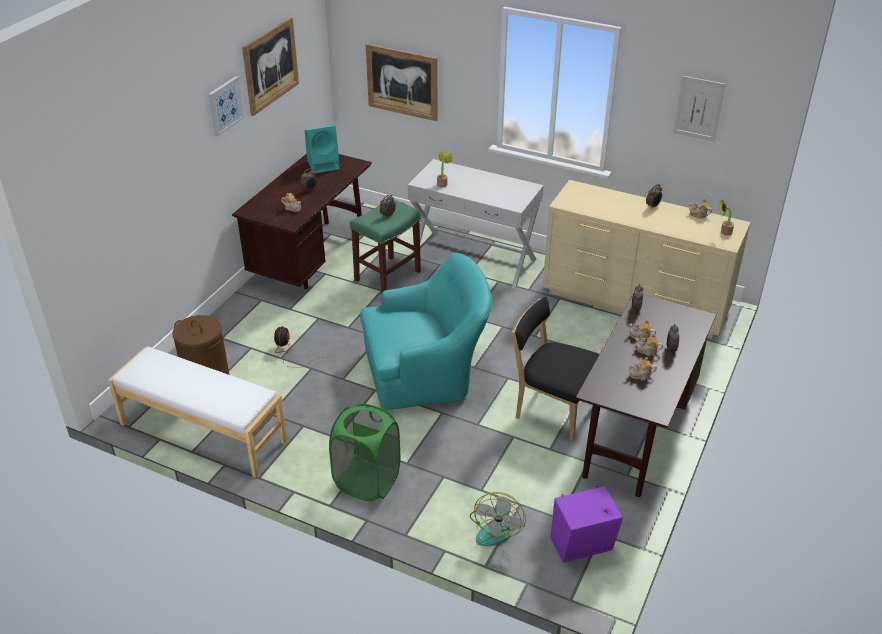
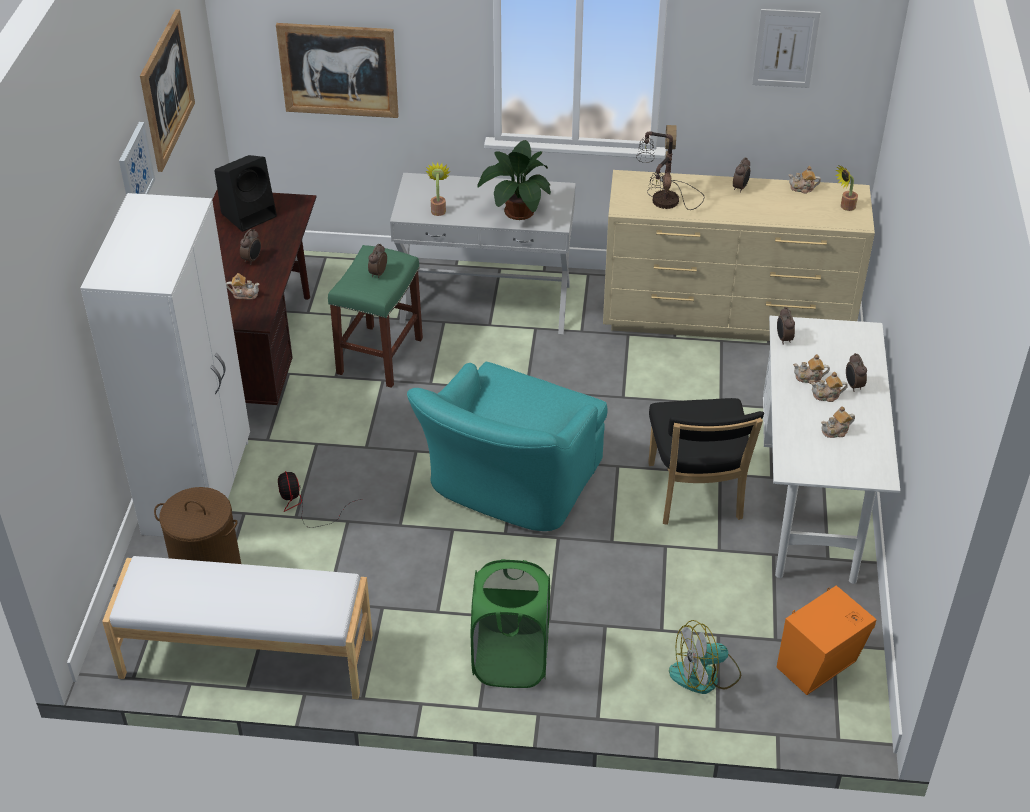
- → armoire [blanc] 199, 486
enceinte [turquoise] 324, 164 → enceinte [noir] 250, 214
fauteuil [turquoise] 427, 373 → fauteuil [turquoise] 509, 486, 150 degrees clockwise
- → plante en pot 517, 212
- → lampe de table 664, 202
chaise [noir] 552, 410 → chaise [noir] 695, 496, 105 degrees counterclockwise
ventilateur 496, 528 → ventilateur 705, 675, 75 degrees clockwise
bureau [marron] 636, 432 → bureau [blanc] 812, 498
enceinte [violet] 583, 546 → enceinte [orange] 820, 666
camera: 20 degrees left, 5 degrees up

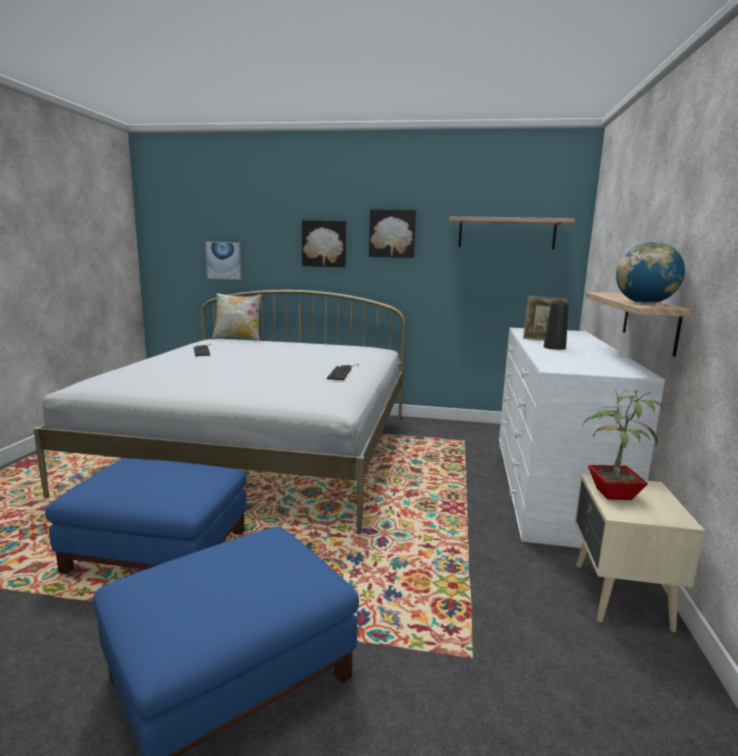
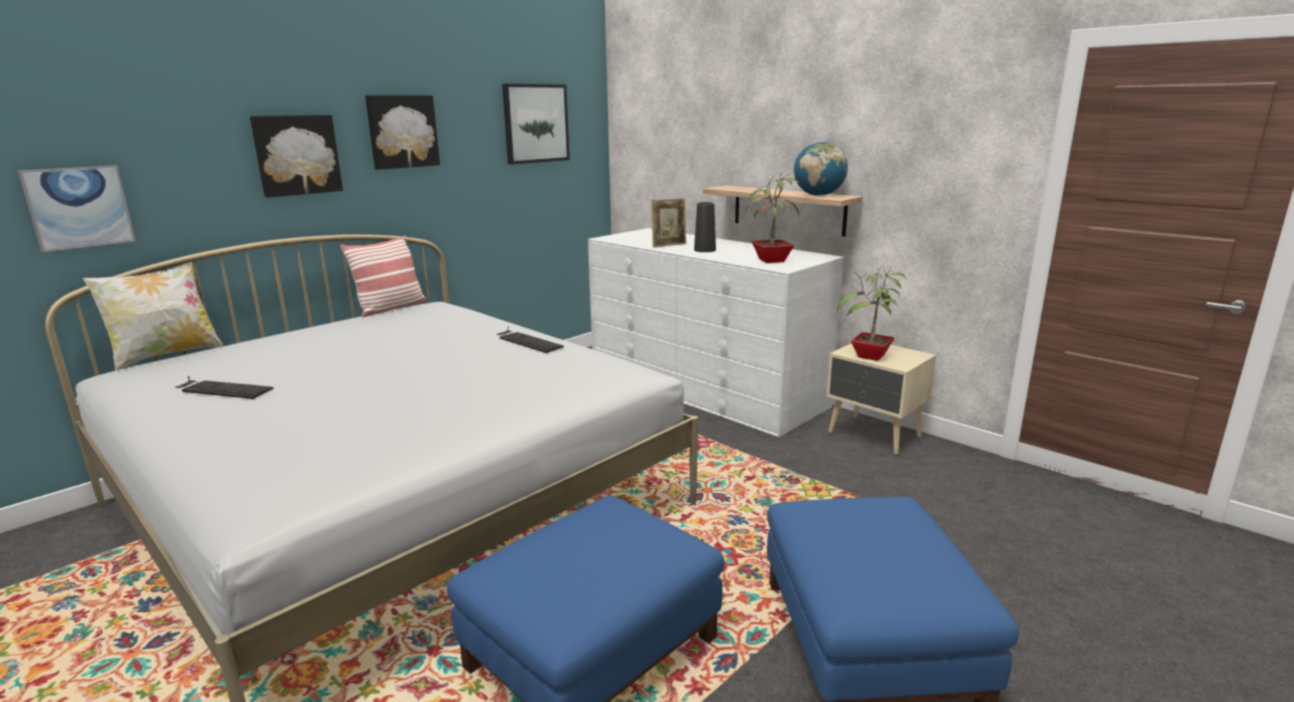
- → coussin 390, 308
étagère 506, 233 → tableau 535, 123
- → plante en pot 769, 261
camera: 55 degrees left, 5 degrees up

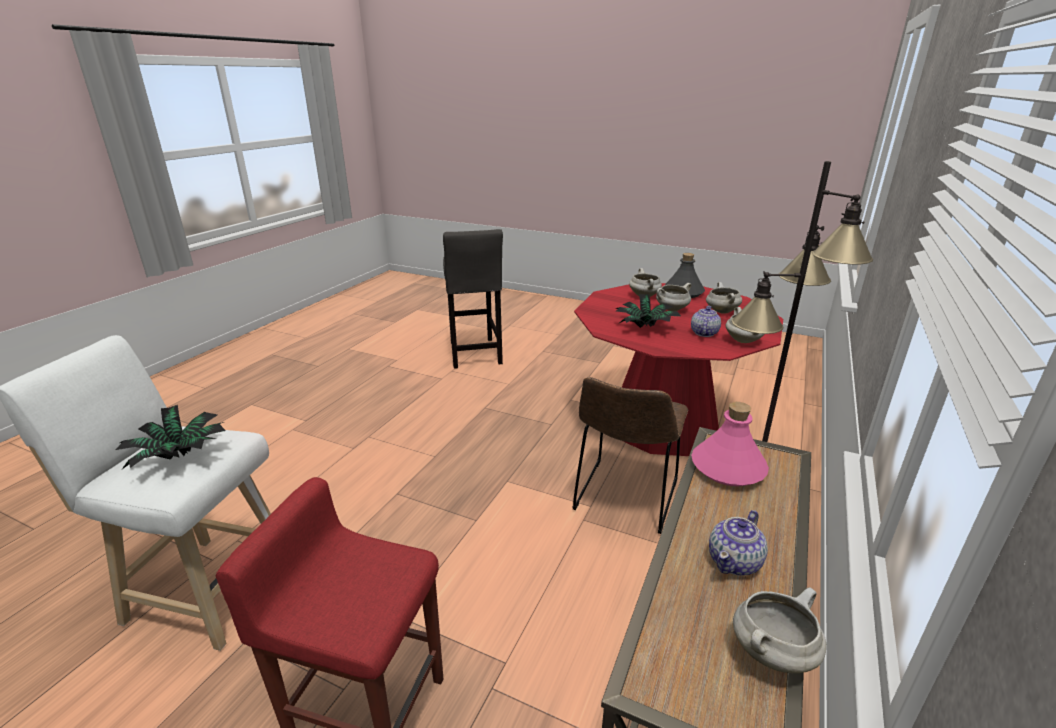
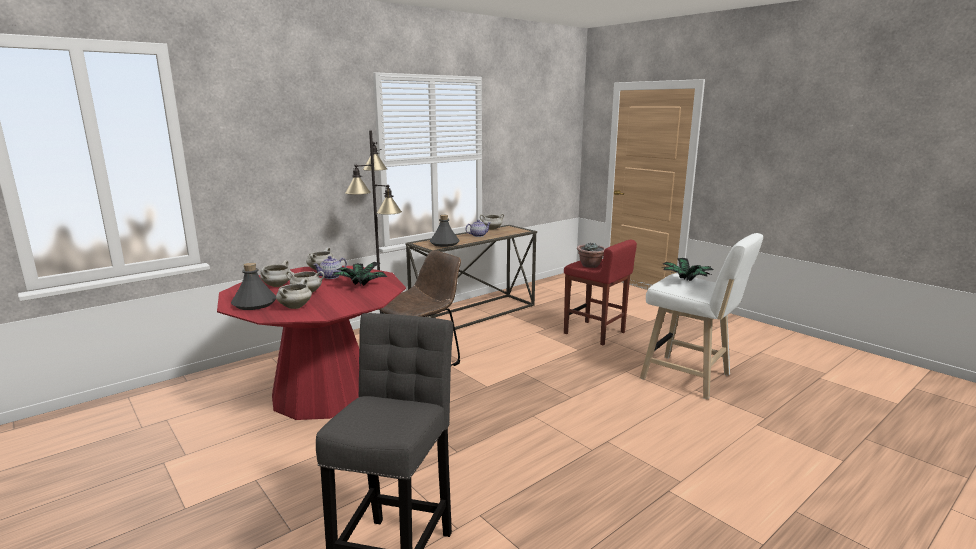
bouteille [rose] 728, 468 → bouteille [gris] 444, 243
- → plante en pot 590, 265
camera: 155 degrees left, 10 degrees down

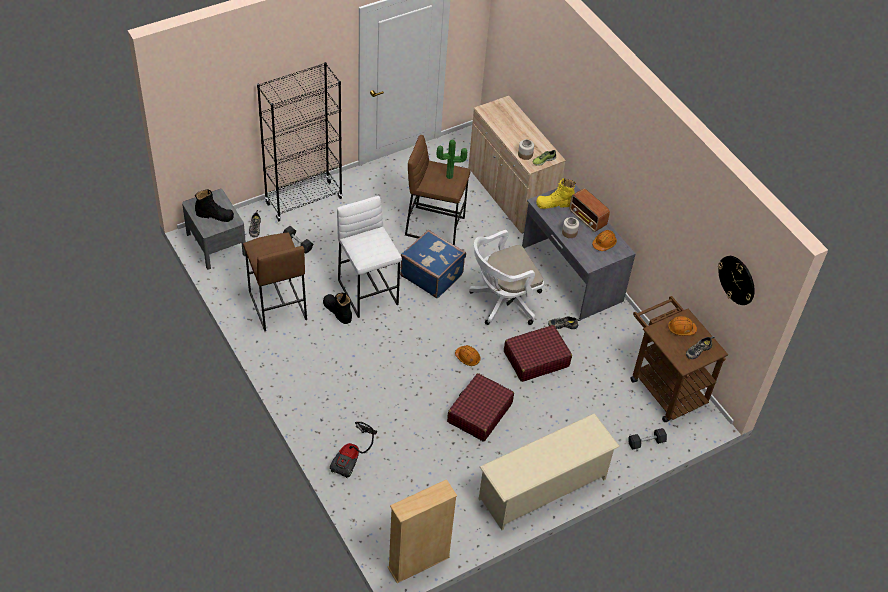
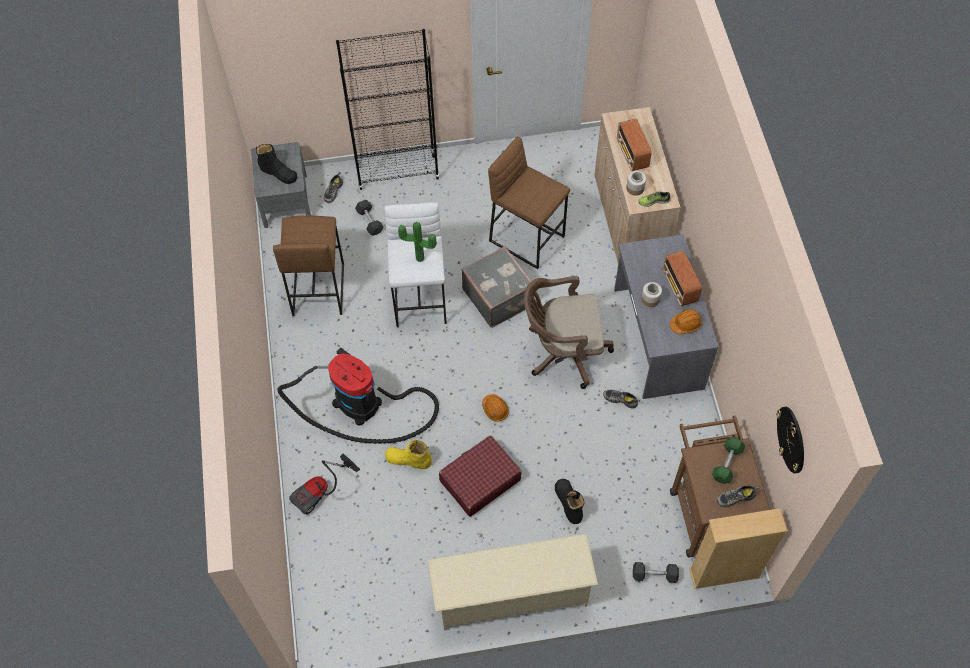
- → aspirateur 362, 405
botte [jaune] 554, 203 → botte [jaune] 408, 459, relocated
plante en pot 450, 177 → plante en pot 419, 260, relocated
valise [bleu] 432, 274 → valise [gris] 498, 297
chaise de bureau [blanc] 502, 302 → chaise de bureau [marron] 563, 352
botte [noir] 337, 311 → botte [noir] 568, 502, relocated
- → radio 632, 155
bibliothèque [beige] 418, 562 → bibliothèque [beige] 724, 573, relocated
casque de chantier [orange] 681, 329 → haltère [vert] 727, 463
valise [rouge] 536, 359 → -
camera: 25 degrees right, 10 degrees up

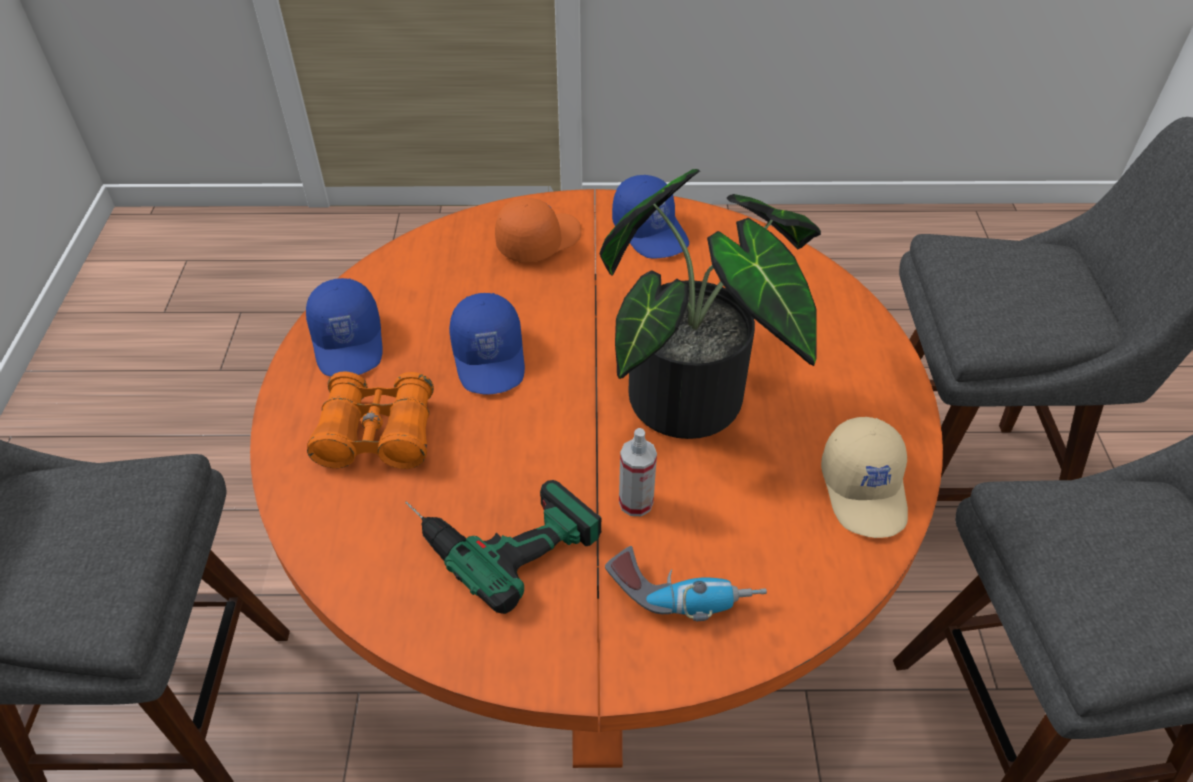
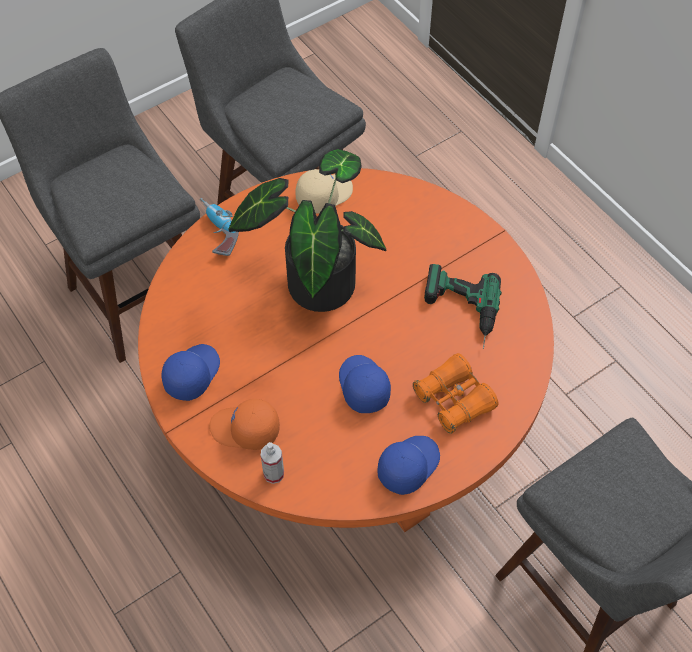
perceuse 683, 592 → perceuse 216, 232, relocated
vaporisateur 636, 502 → vaporisateur 274, 474, relocated
casquette [bleu] 490, 358 → casquette [bleu] 362, 386, 60 degrees counterclockwise
camera: 125 degrees left, 10 degrees up

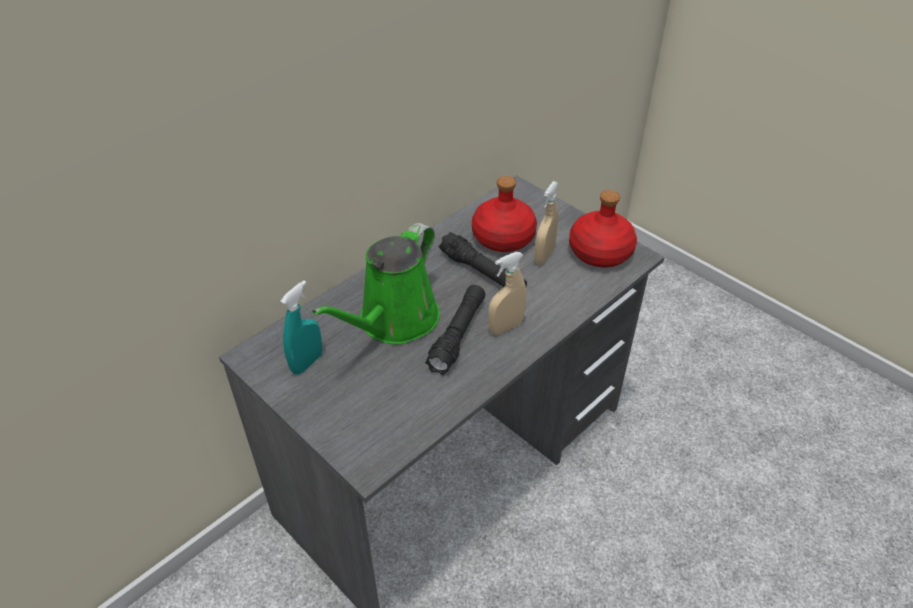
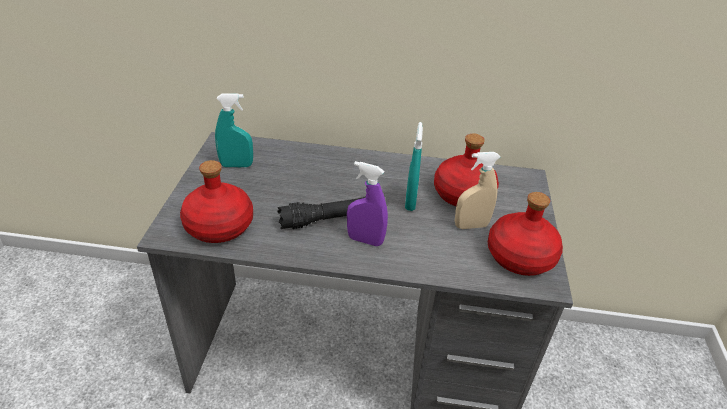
- → bouteille [rouge] 219, 225
vaporisateur [beige] 505, 327 → vaporisateur [violet] 365, 240
lampe de poche [noir] 482, 273 → vaporisateur [turquoise] 410, 202
arrosoir [vert] 394, 322 → -
camera: 50 degrees right, 5 degrees down

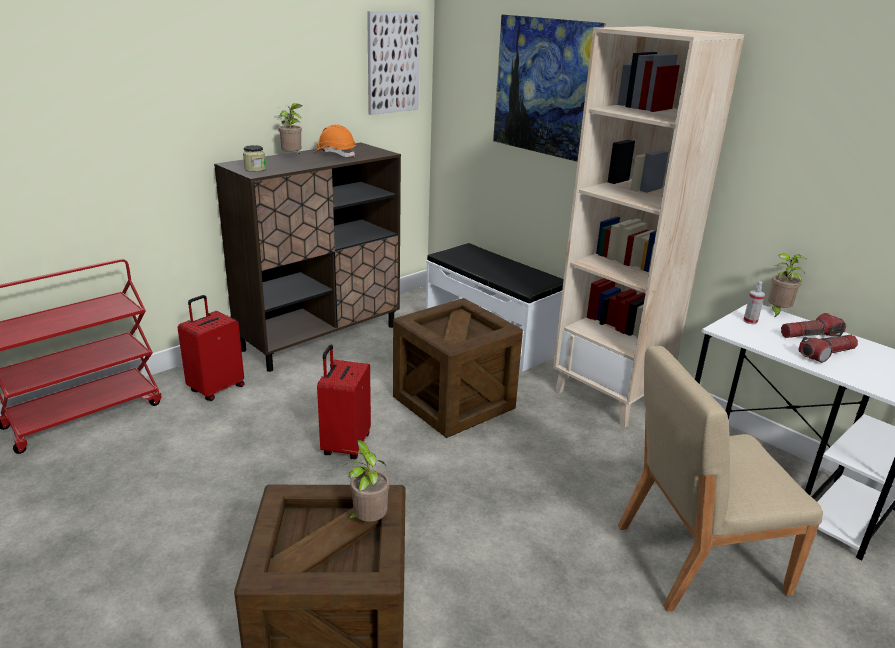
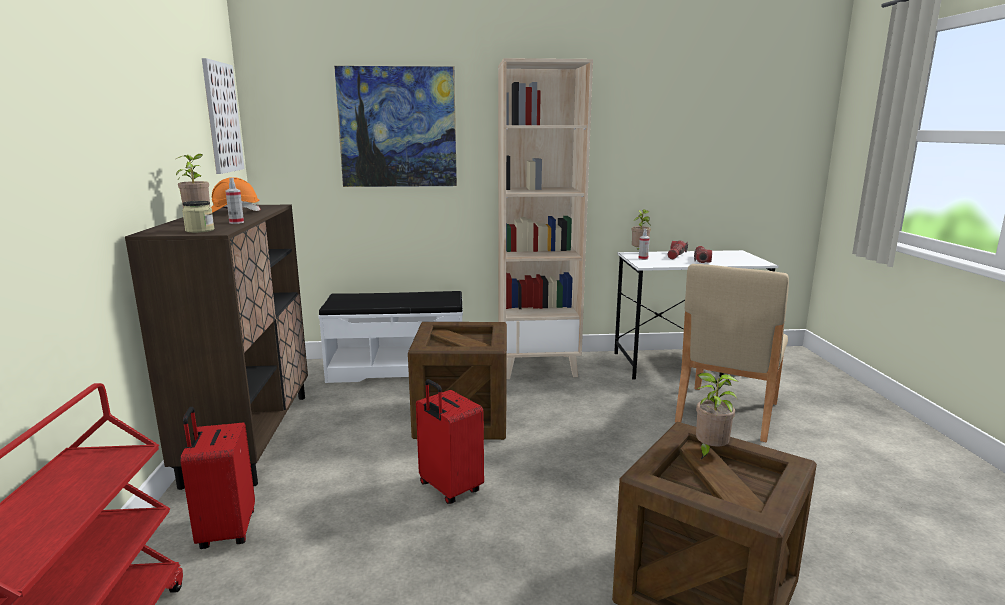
- → vaporisateur 236, 222
camera: 50 degrees left, 10 degrees down

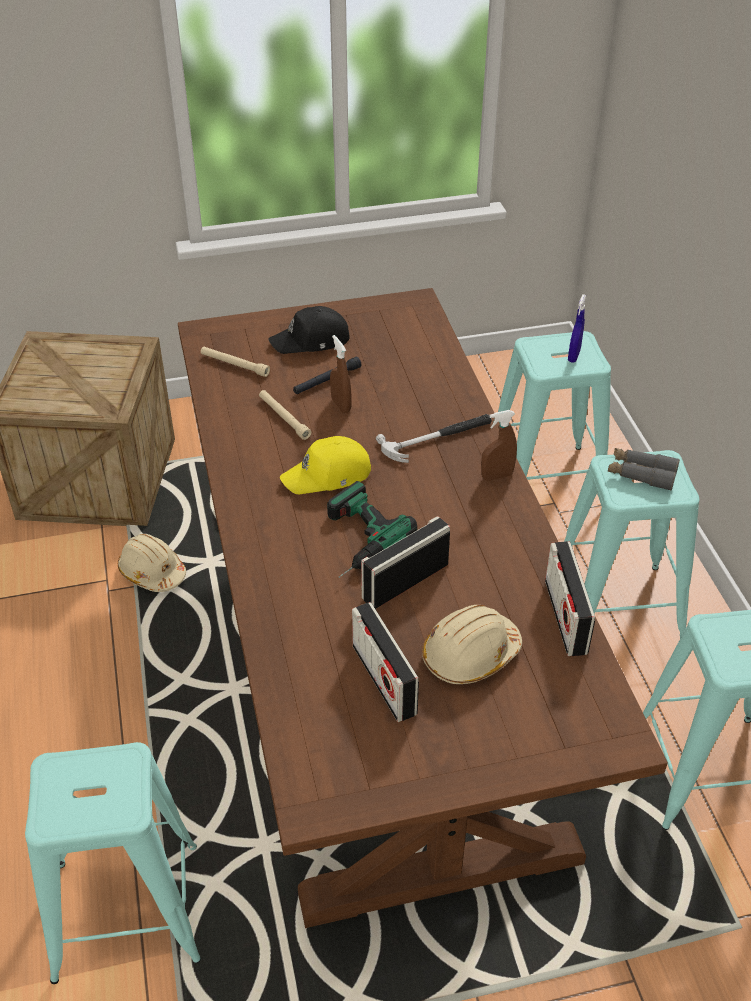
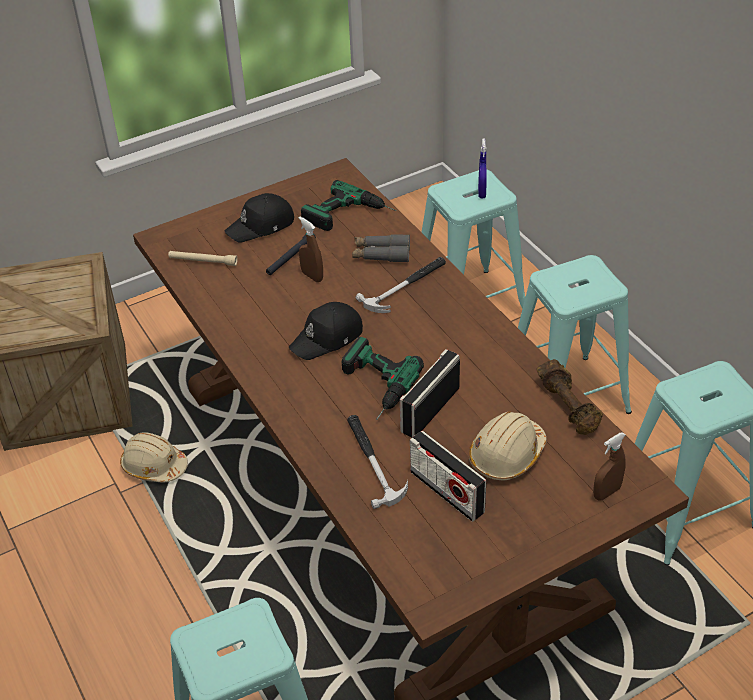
casquette [jaune] 328, 475 → casquette [noir] 328, 338
- → perceuse 350, 216
- → marteau 373, 461
jumelles [gris] 641, 474 → jumelles [gris] 381, 254, relocated
radio 565, 617 → haltère [marron] 569, 407
vaporisateur [marron] 497, 476 → vaporisateur [marron] 606, 492, relocated
lampe de poche [beige] 284, 418 → -
camera: 15 degrees left, 0 degrees up

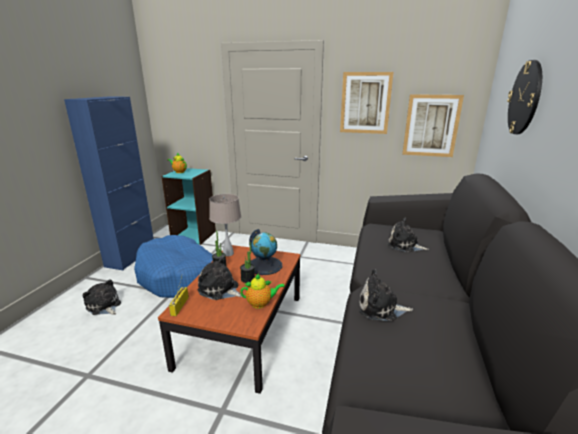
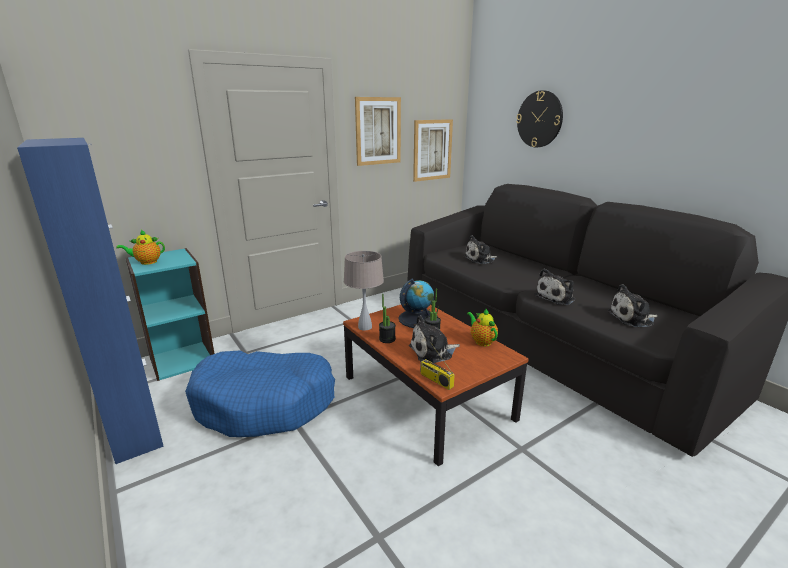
théière 261, 303 → théière 481, 341, 60 degrees counterclockwise
peluche 104, 306 → peluche 632, 318, relocated
camera: 50 degrees left, 0 degrees up

